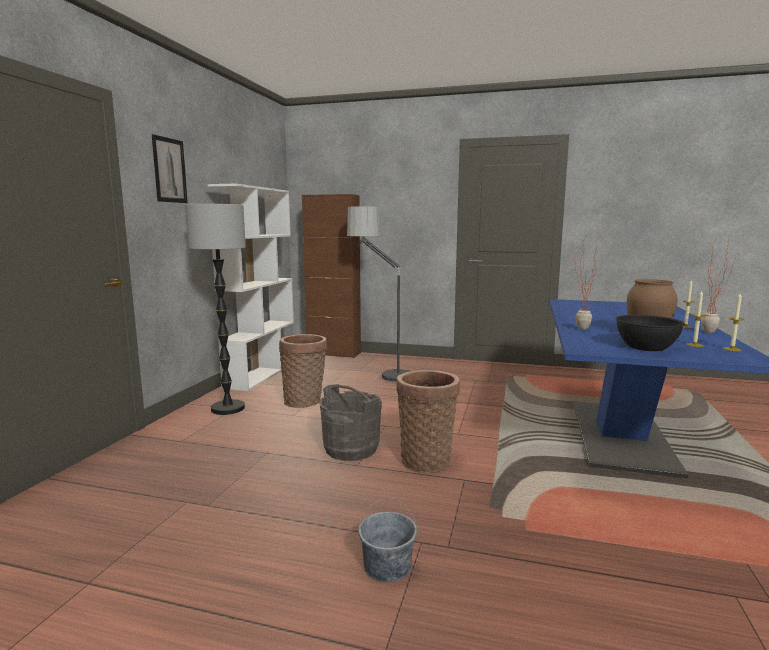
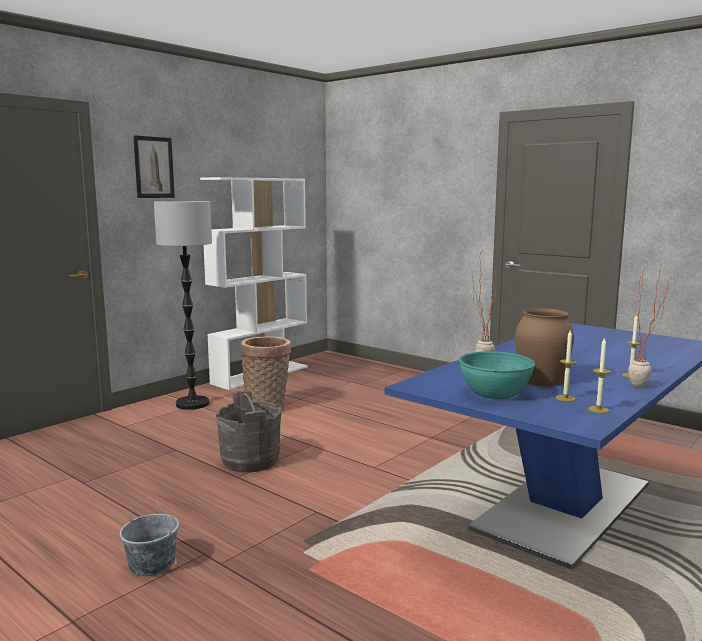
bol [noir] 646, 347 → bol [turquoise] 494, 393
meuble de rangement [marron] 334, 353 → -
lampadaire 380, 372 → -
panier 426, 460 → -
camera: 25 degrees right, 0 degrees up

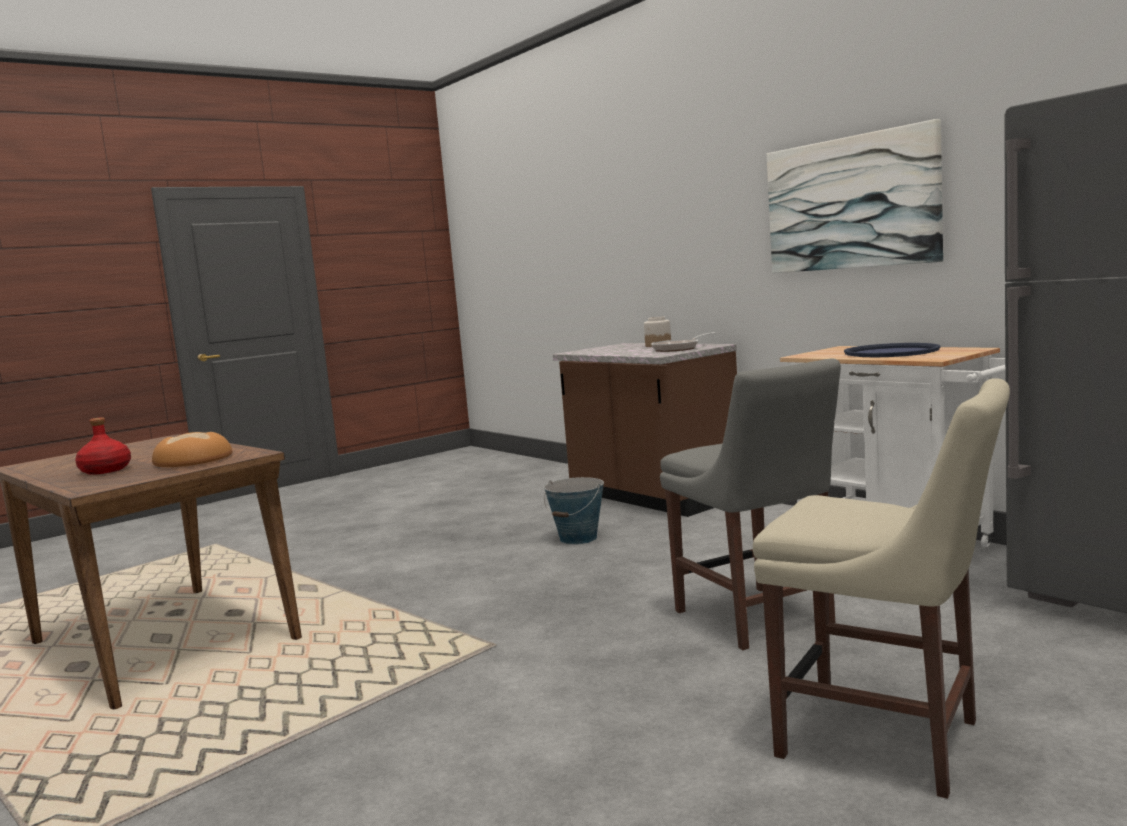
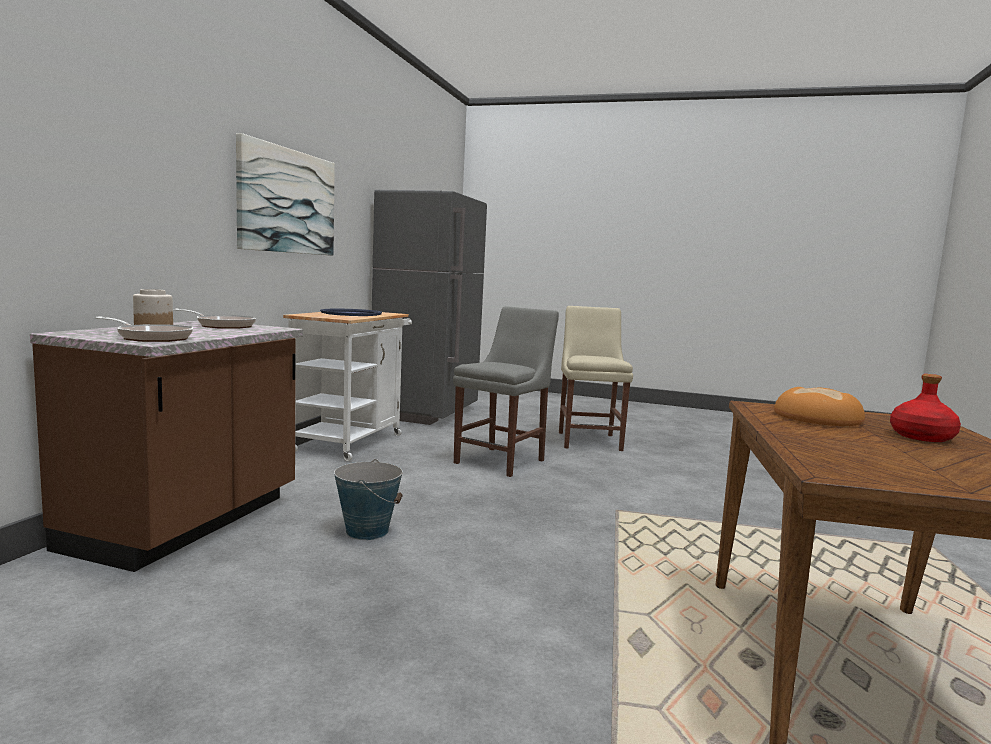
- → poêle 151, 338
camera: 125 degrees left, 0 degrees up

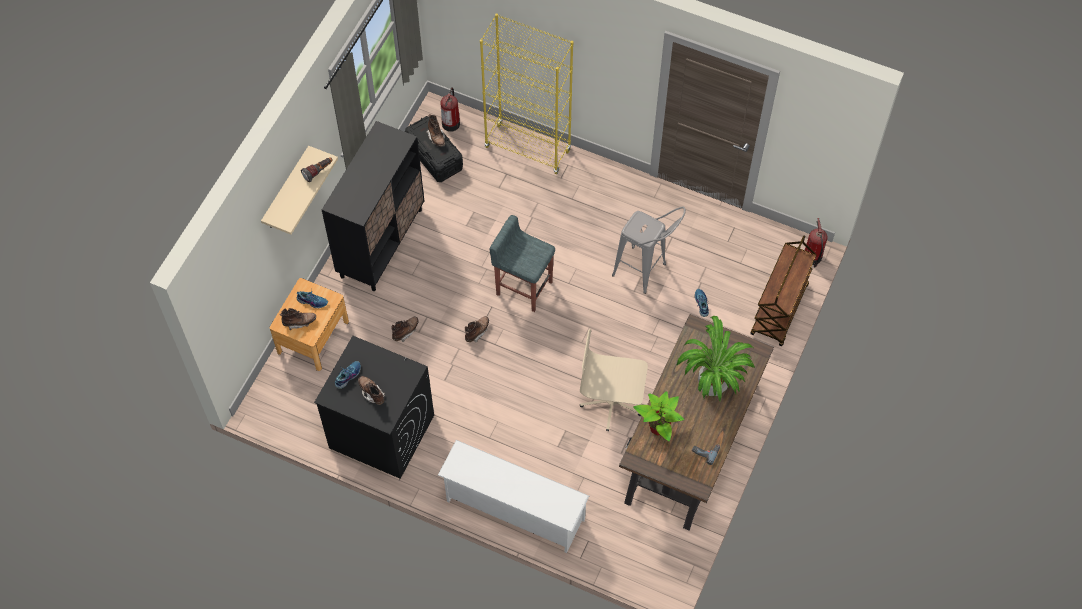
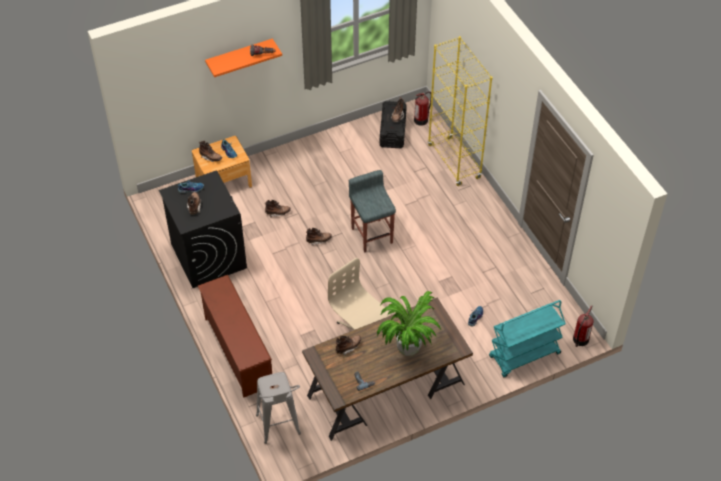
étagère à chaussures [blanc] 513, 511 → étagère à chaussures [marron] 237, 351
étagère [beige] 286, 190 → étagère [orange] 239, 57
tabouret [gris] 646, 274 → tabouret [gris] 280, 431, relocated
plante en pot 659, 428 → botte [marron] 348, 347
chariot [marron] 779, 310 → chariot [turquoise] 524, 356
meuble de rangement [noir] 381, 242 → -
camera: 40 degrees right, 10 degrees down

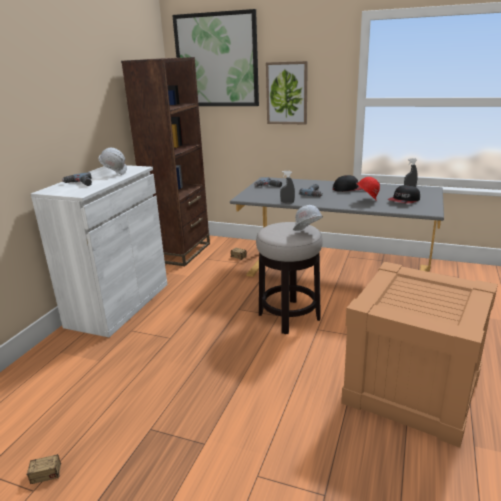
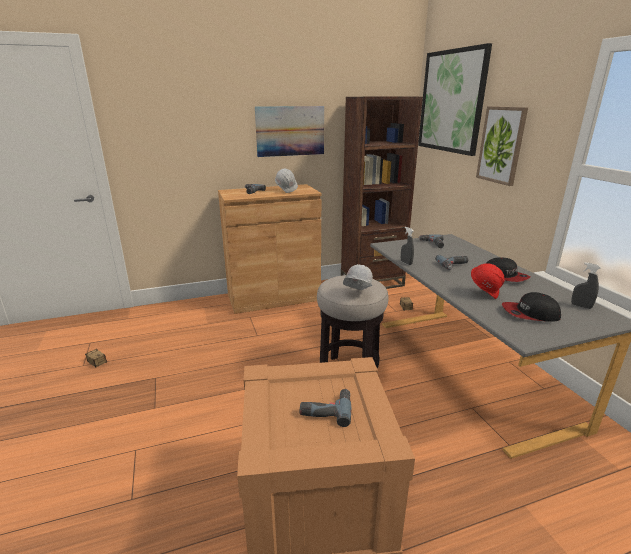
meuble de rangement [blanc] 119, 304 → meuble de rangement [marron] 273, 297
- → tableau 290, 131
- → perceuse 326, 409
camera: 50 degrees right, 0 degrees up

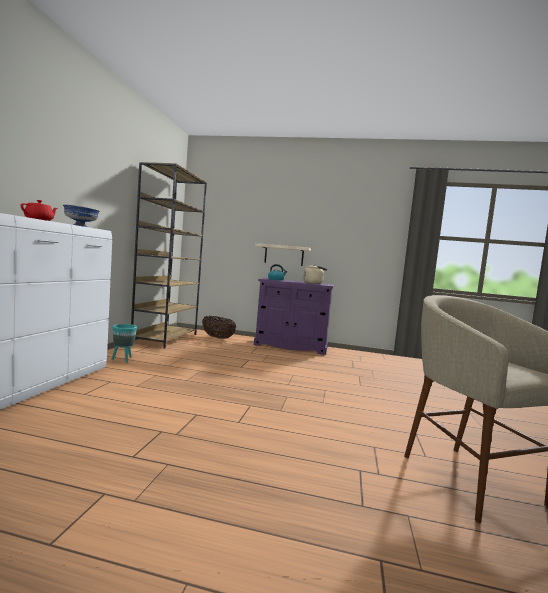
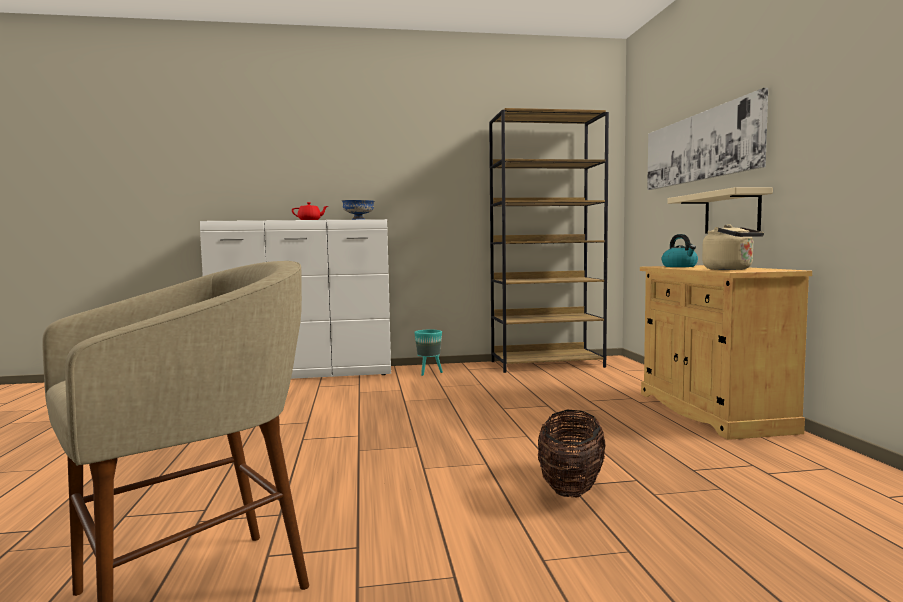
panier 217, 338 → panier 571, 487, relocated
meuble de rangement [violet] 291, 346 → meuble de rangement [beige] 711, 411
- → tableau 699, 147
camera: 70 degrees right, 0 degrees up

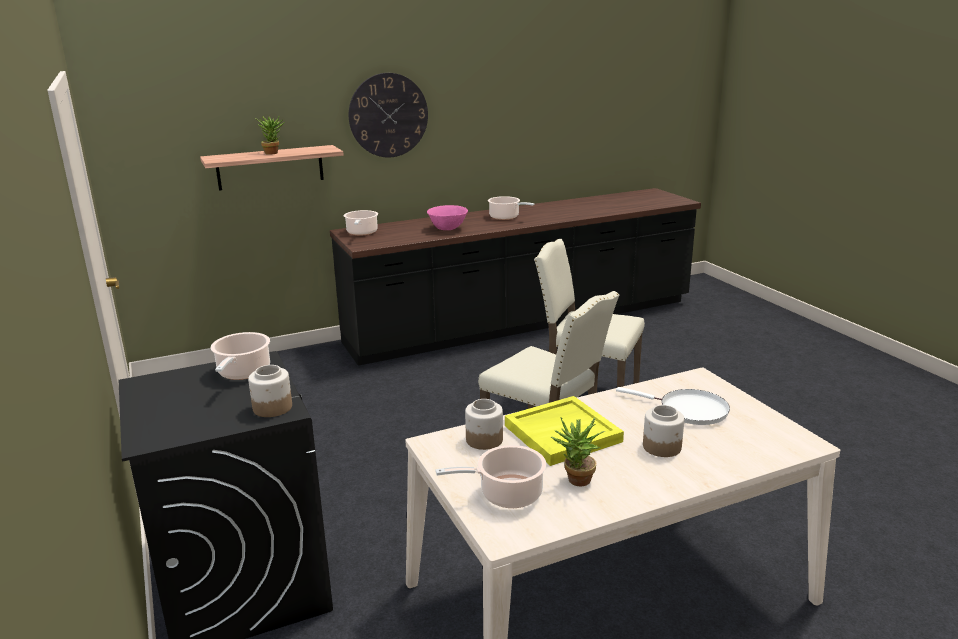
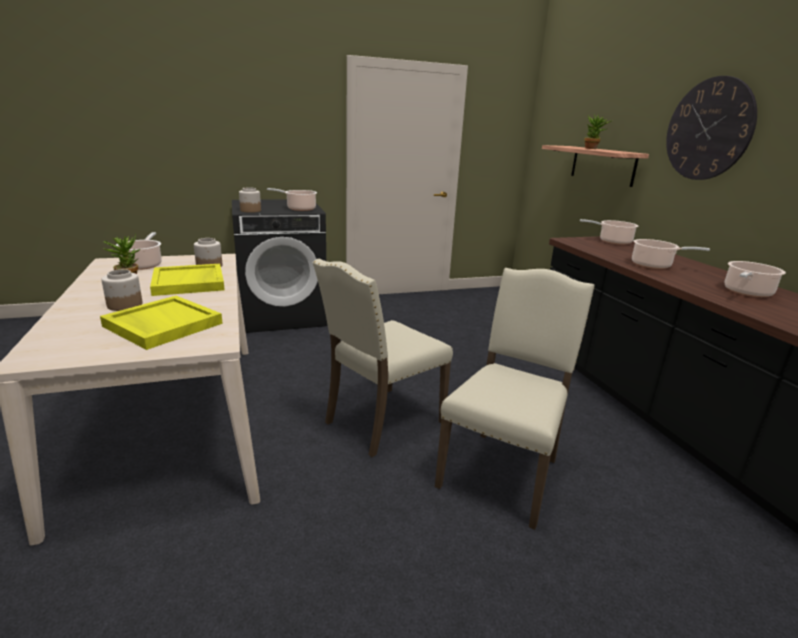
poêle [blanc] 688, 410 → plateau [jaune] 162, 325
bol [rose] 448, 229 → marmite 654, 265
camera: 95 degrees right, 0 degrees up

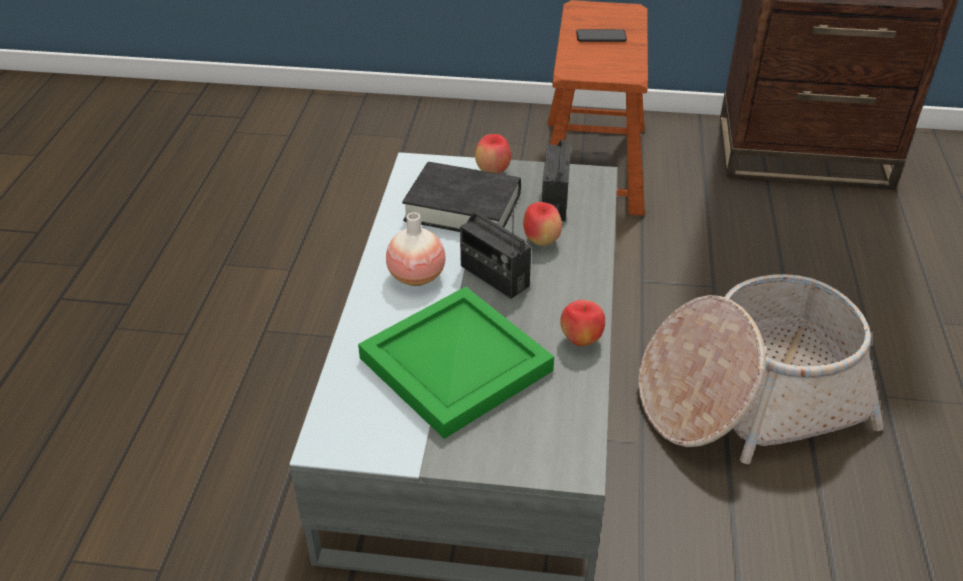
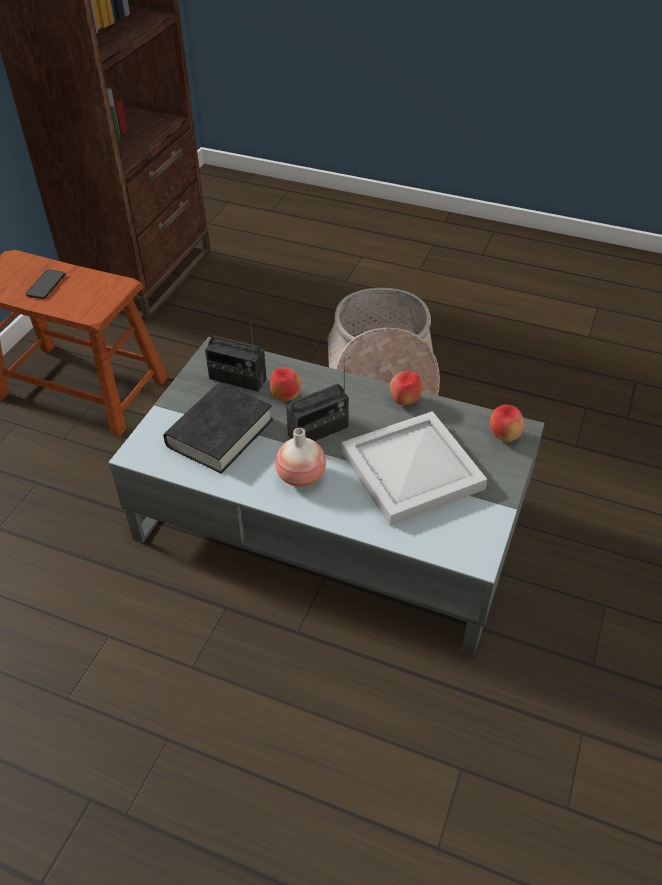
plateau [vert] 459, 364 → plateau [blanc] 412, 469
pomme 492, 171 → pomme 504, 436, relocated
camera: 75 degrees left, 5 degrees up

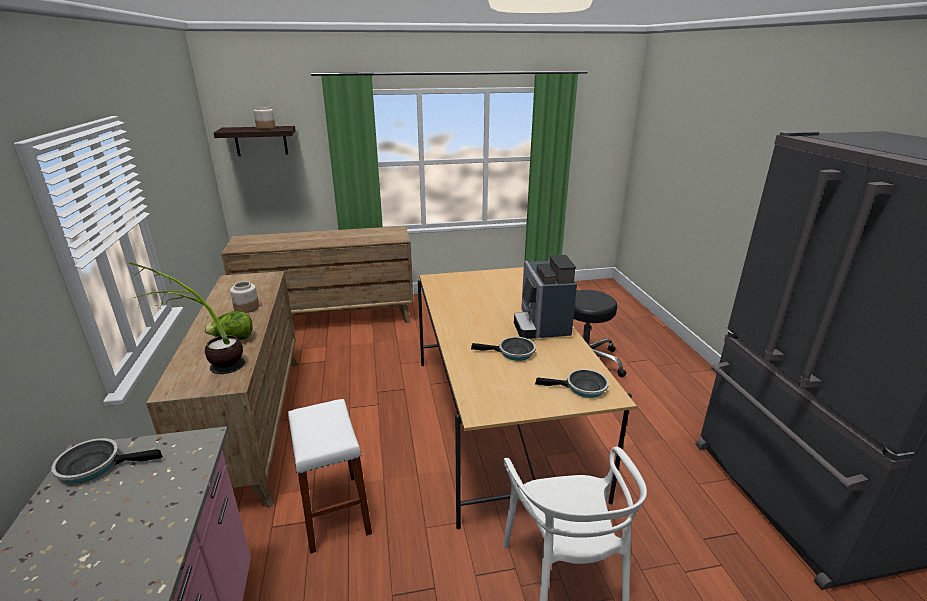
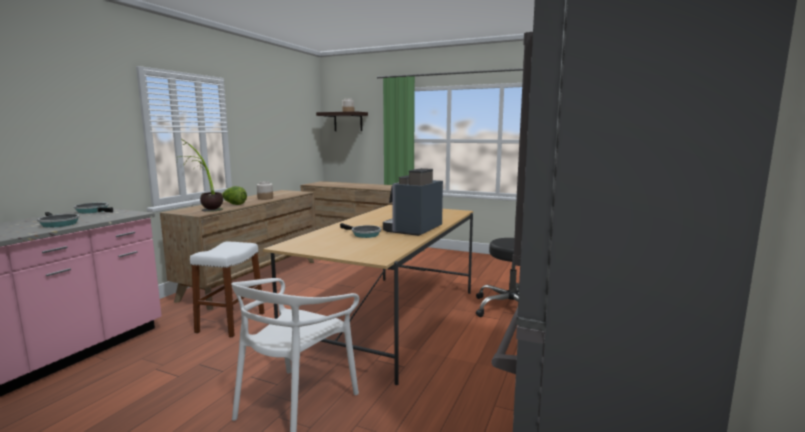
poêle 582, 388 → poêle 58, 224, relocated
camera: 35 degrees right, 15 degrees down

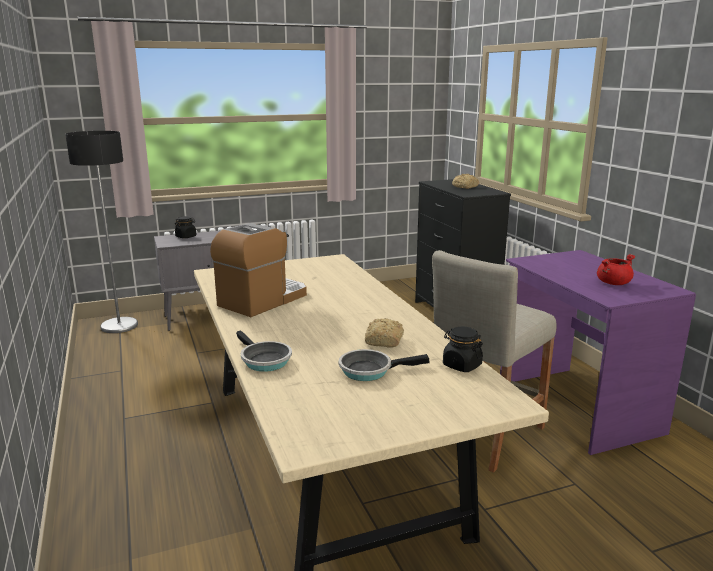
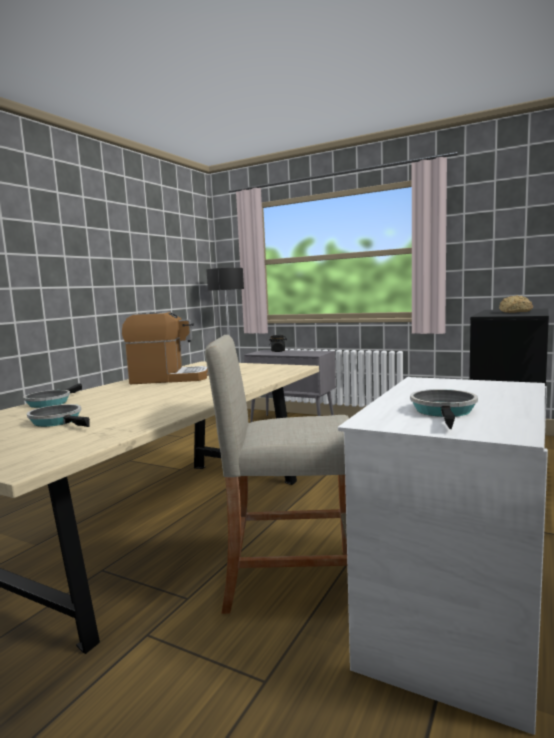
bureau [violet] 575, 407 → bureau [blanc] 453, 615
marmite [rouge] 613, 283 → poêle 444, 411
pain 383, 341 → -
bocal [noir] 461, 365 → -
camera: 50 degrees right, 10 degrees down

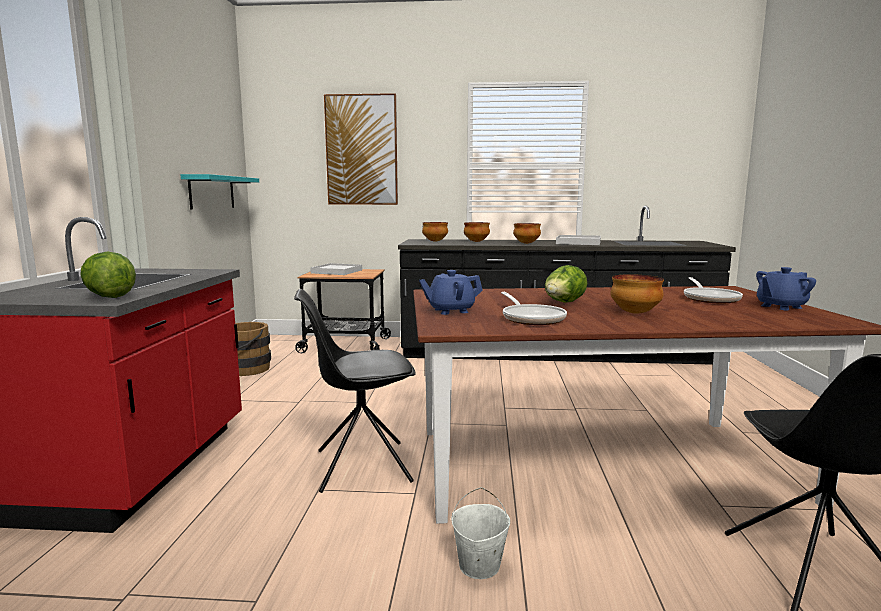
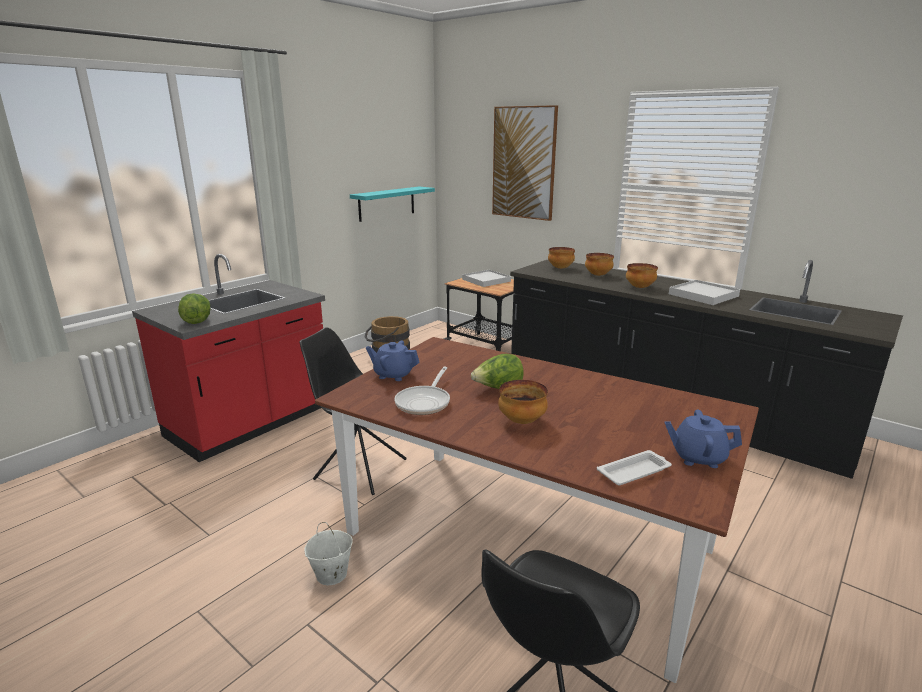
- → plateau [blanc] 635, 472
poêle 710, 298 → -
camera: 35 degrees right, 10 degrees up

